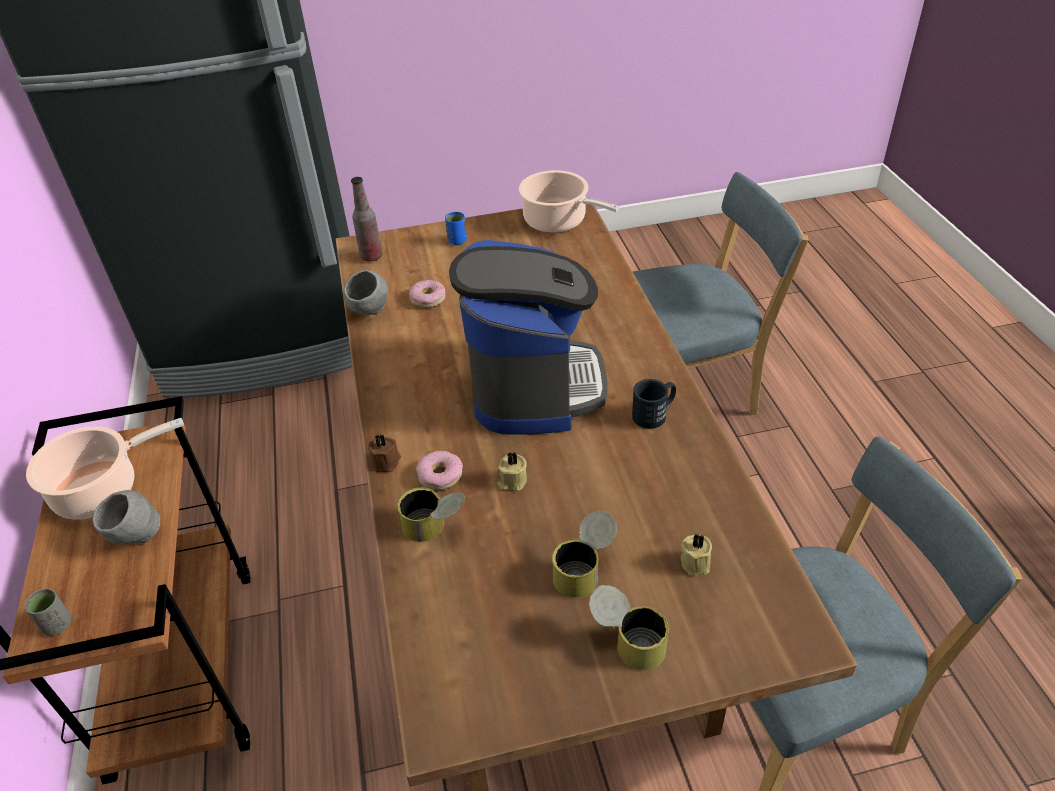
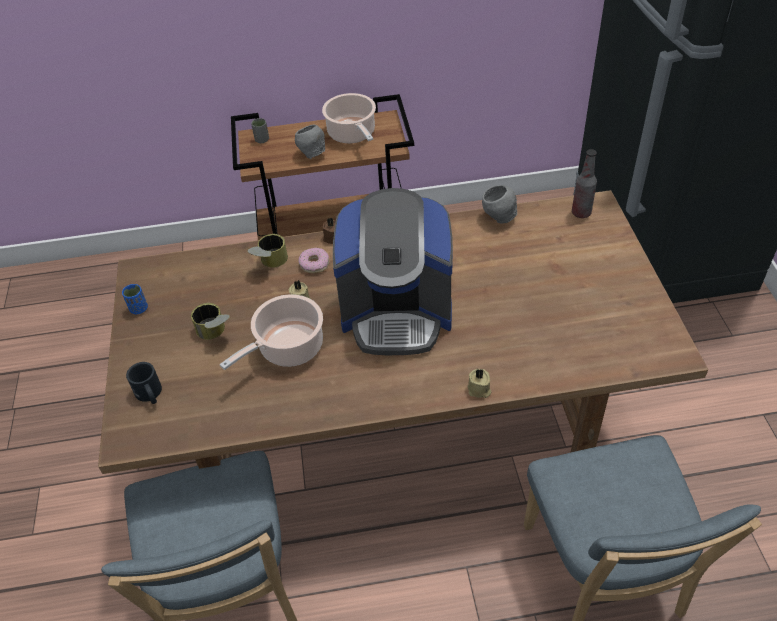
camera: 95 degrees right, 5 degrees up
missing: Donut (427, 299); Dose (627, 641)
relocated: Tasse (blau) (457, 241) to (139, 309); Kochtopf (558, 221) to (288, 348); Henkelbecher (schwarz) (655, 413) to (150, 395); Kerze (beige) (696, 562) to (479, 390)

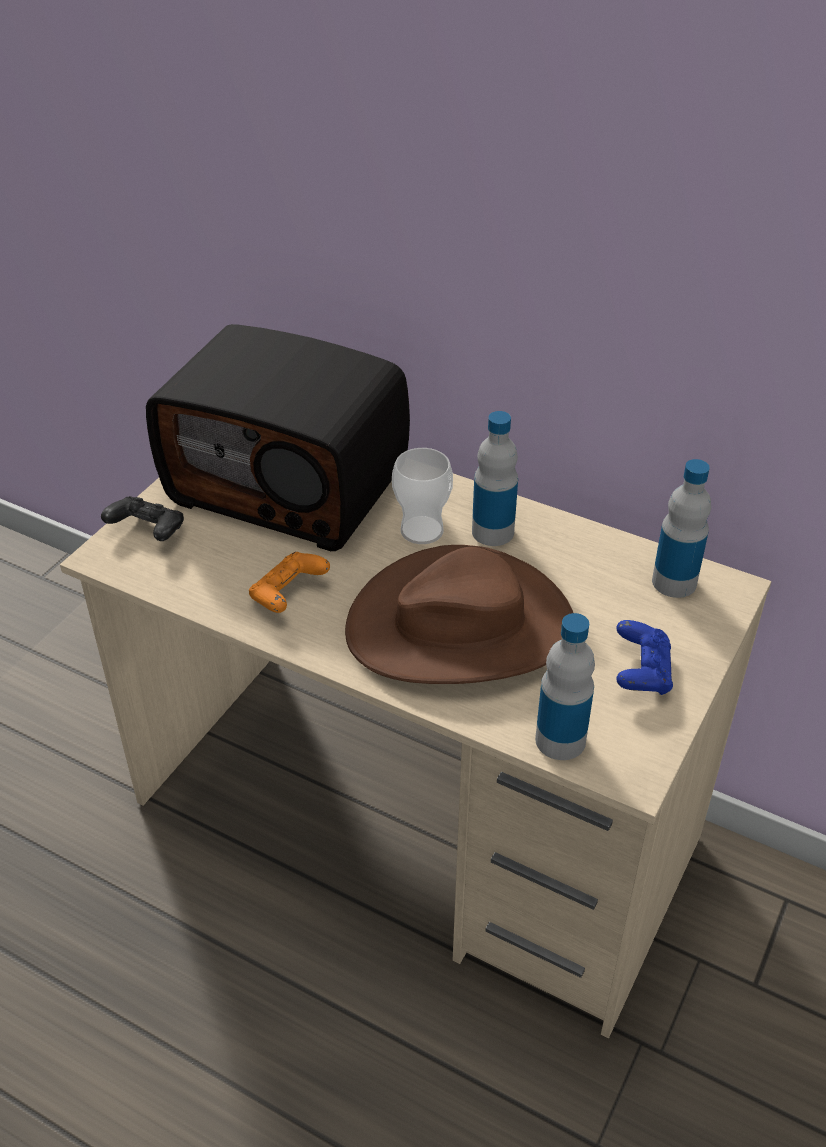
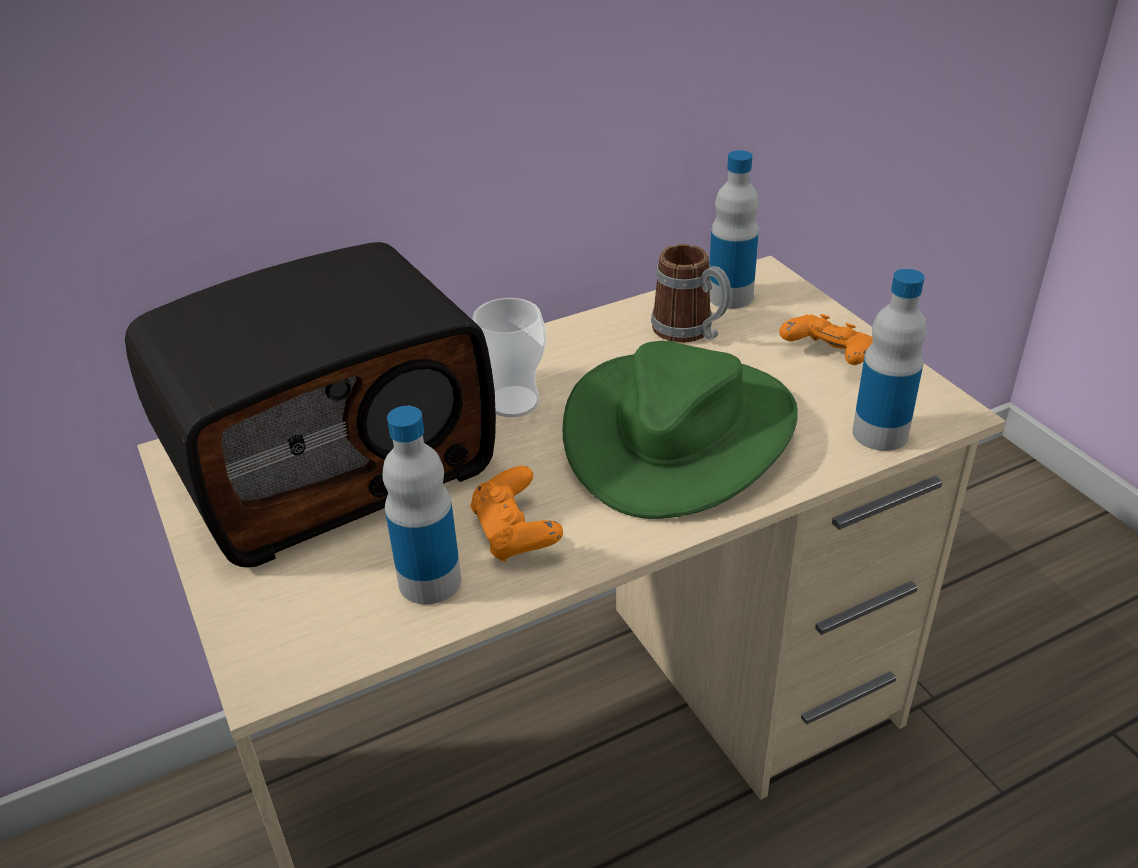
camera: 55 degrees left, 5 degrees down
missing: Gamepad (schwarz) (148, 532)
appeared: Henkelbecher (691, 332)
relocated: Flasche (493, 532) to (430, 581)
colour: Hut (braun) (460, 626) to Hut (grün) (678, 432); Gamepad (blau) (641, 672) to Gamepad (orange) (827, 357)

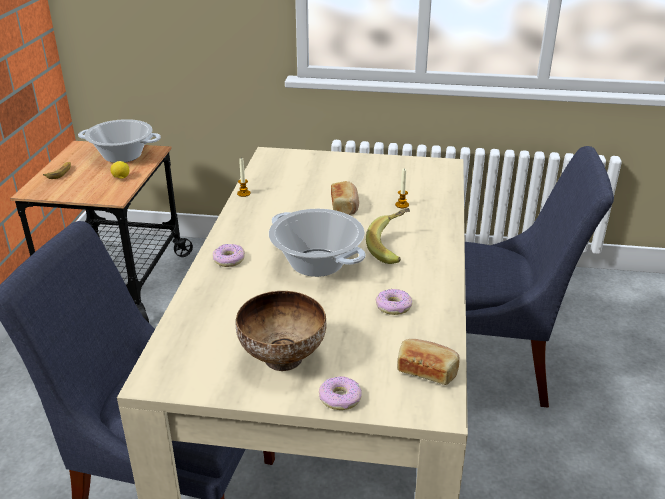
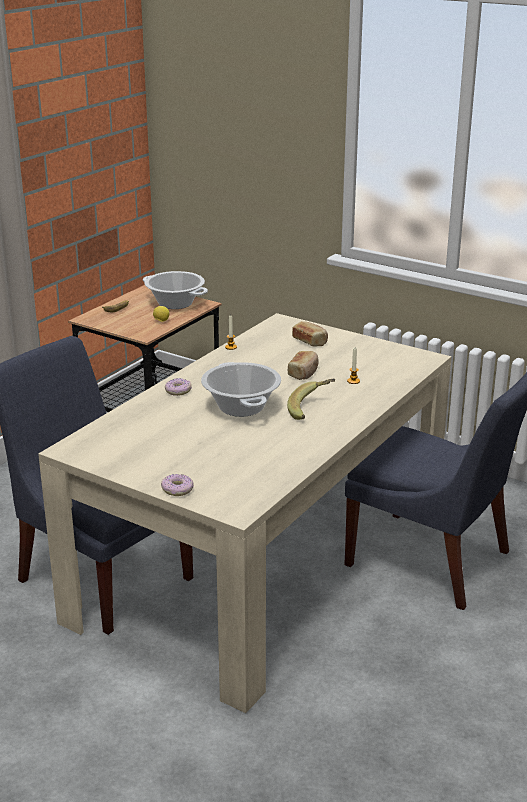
camera: 25 degrees right, 5 degrees down
missing: Schüssel (281, 358); Donut (393, 306)
relocated: Brot (427, 370) to (310, 341)

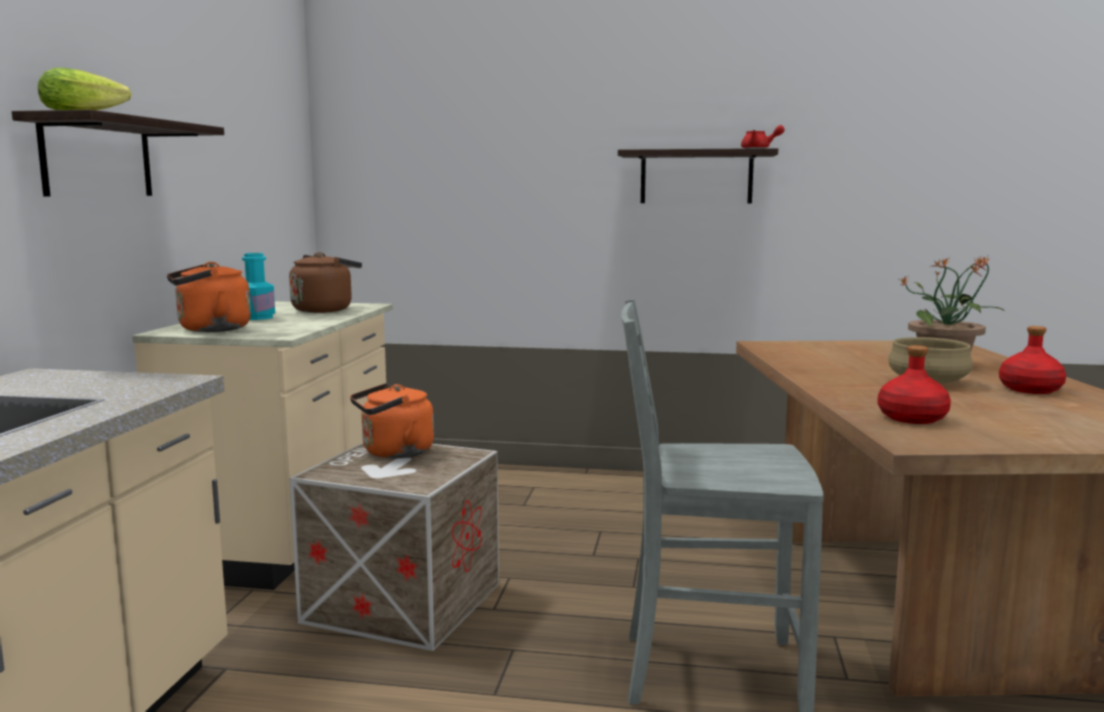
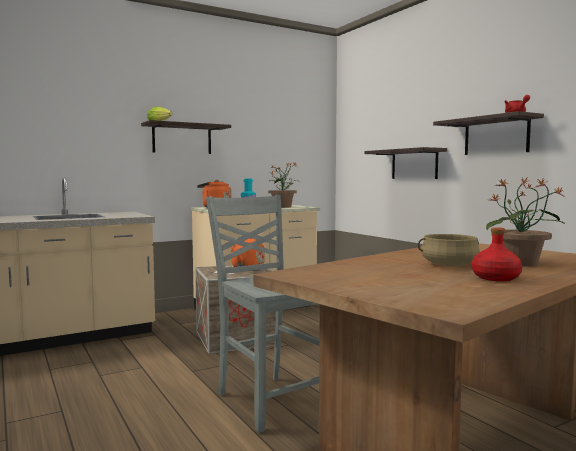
camera: 50 degrees right, 5 degrees down
missing: Flasche (rot) (911, 418)
appeared: Wandregal (414, 164)
exchanged: Wasserkessel (braun) (325, 310) to Topfpflanze (282, 207)

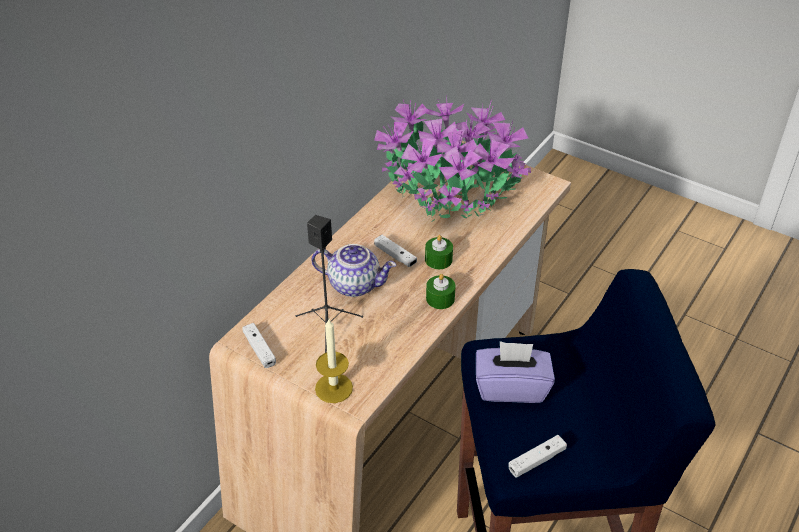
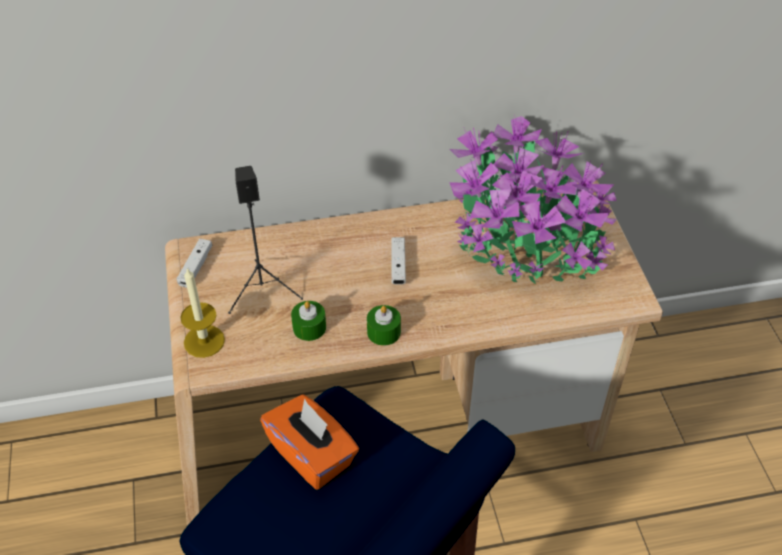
camera: 45 degrees right, 5 degrees up
missing: Teekanne (355, 284); Gamepad (weiß) (536, 460)
relocated: Kerze (grün) (438, 259) to (309, 327)
colour: Taschentuchbox (lila) (511, 387) to Taschentuchbox (orange) (312, 455)

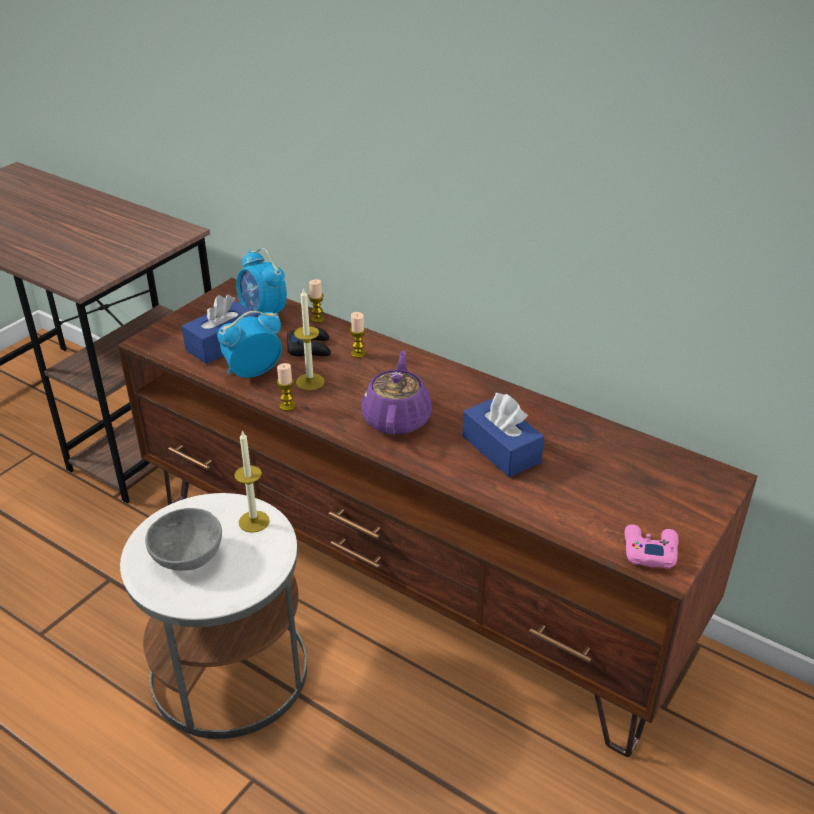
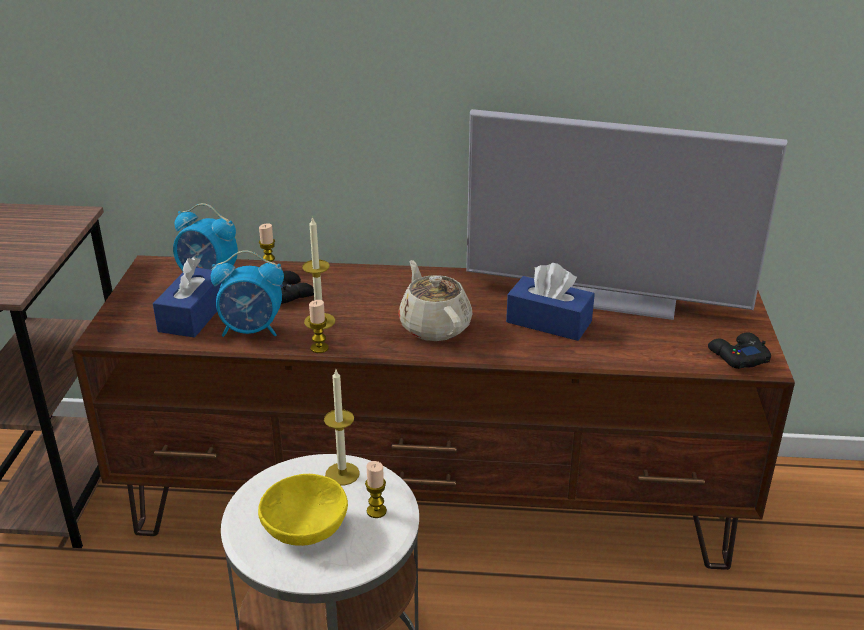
camera: 30 degrees left, 5 degrees down
appeared: Fernseher (605, 297)
relocated: Kerze (358, 353) to (376, 511)
colour: Schüssel (grau) (187, 557) to Schüssel (gelb) (305, 531); Teekanne (lila) (397, 418) to Teekanne (beige) (434, 326); Gamepad (rosa) (649, 550) to Gamepad (schwarz) (737, 356)
spun: Wecker (252, 372) = (252, 330) 120 degrees counterclockwise

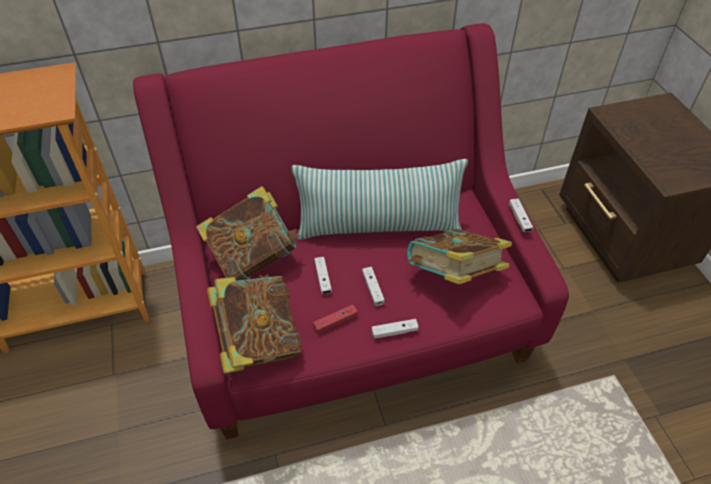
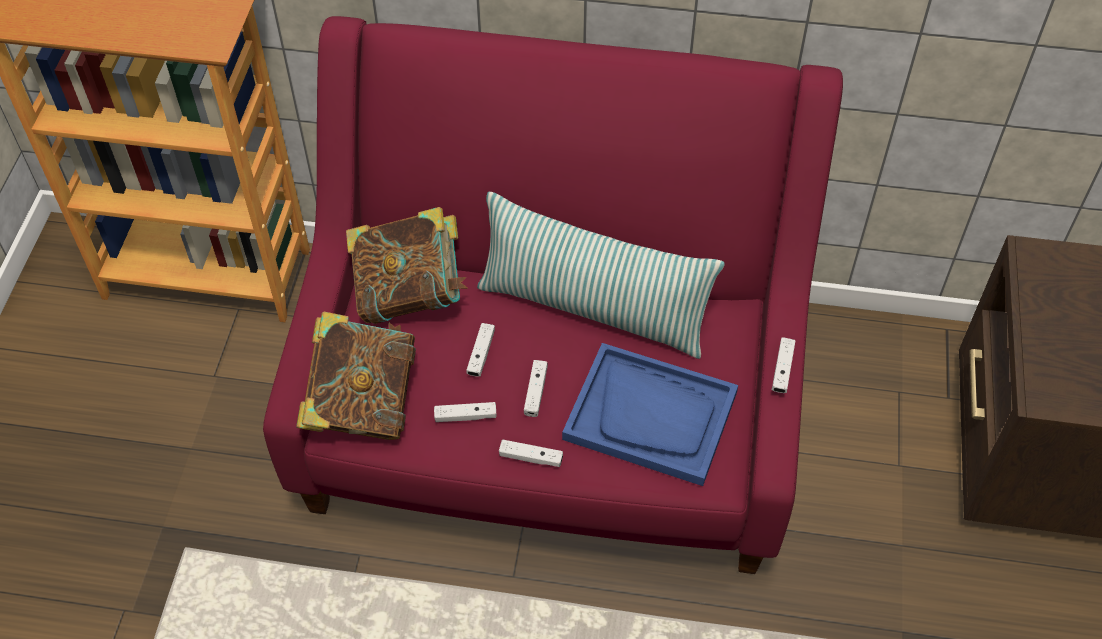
camera: 25 degrees right, 5 degrees up
exchanged: Buch (454, 276) to Tablett (blau) (651, 416)
colour: Gamepad (rot) (335, 322) to Gamepad (weiß) (465, 416)

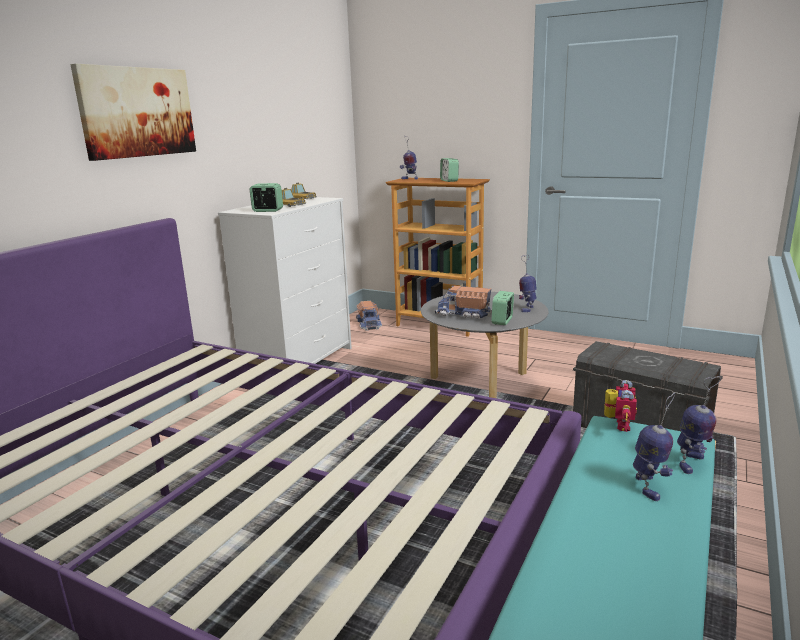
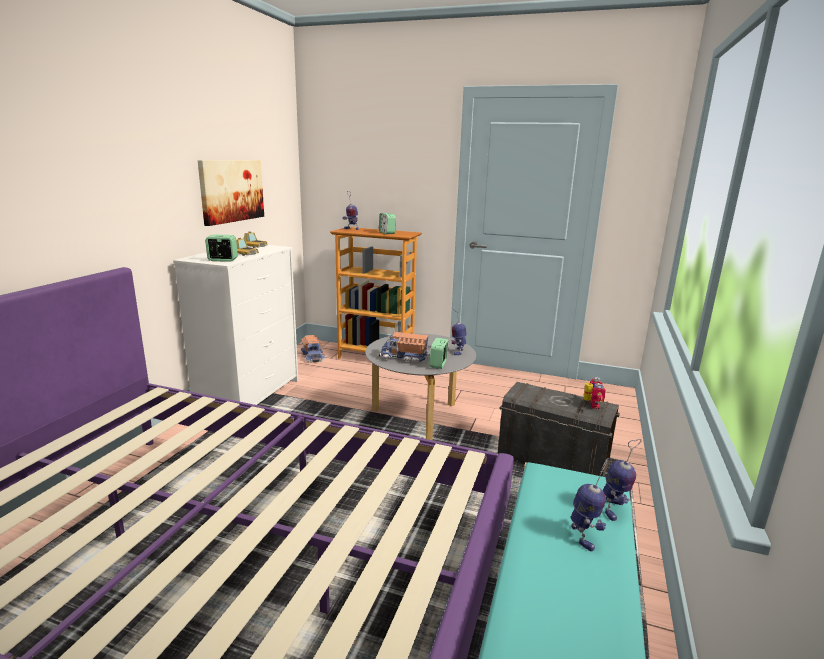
camera: 10 degrees left, 0 degrees up
relocated: Bild (137, 112) to (231, 191); Spielzeugroboter (618, 425) to (591, 405)

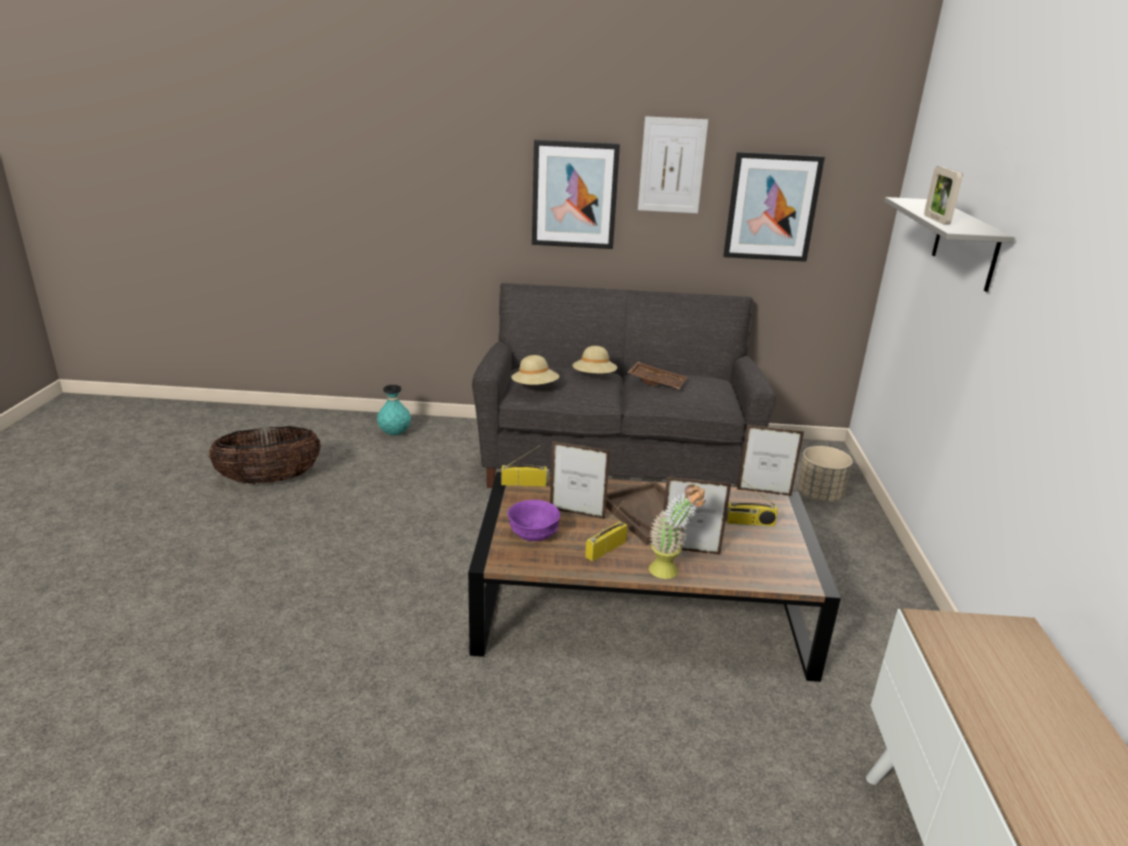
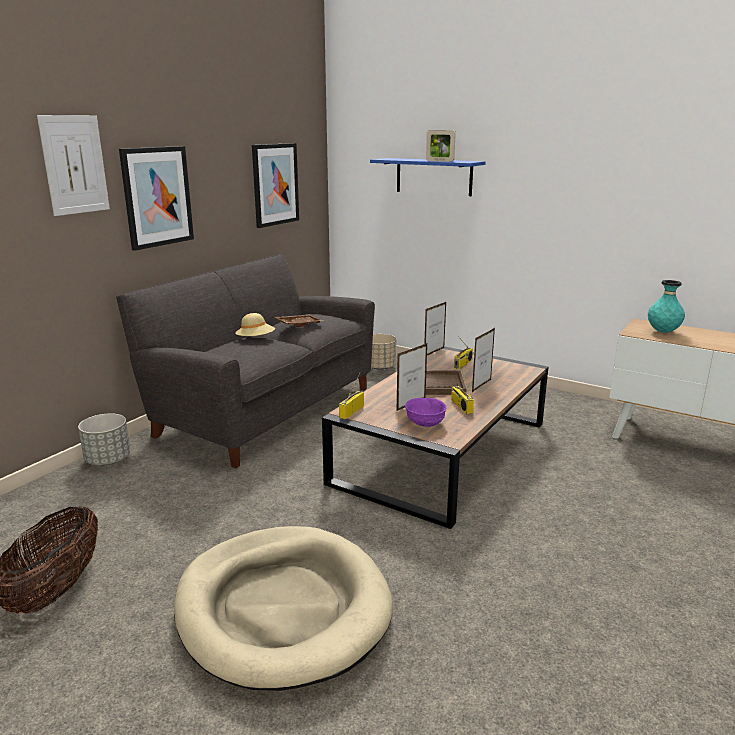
camera: 60 degrees left, 5 degrees down
missing: Hut (beige) (535, 387); Topfpflanze (670, 573)
appeared: Pflanzkübel (grau) (108, 460); Hundebett (beige) (282, 608)
relocated: Vase (türkis) (395, 434) to (663, 332); Bild (672, 165) to (74, 165)
colour: Wandregal (grau) (965, 244) to Wandregal (blau) (434, 176)

